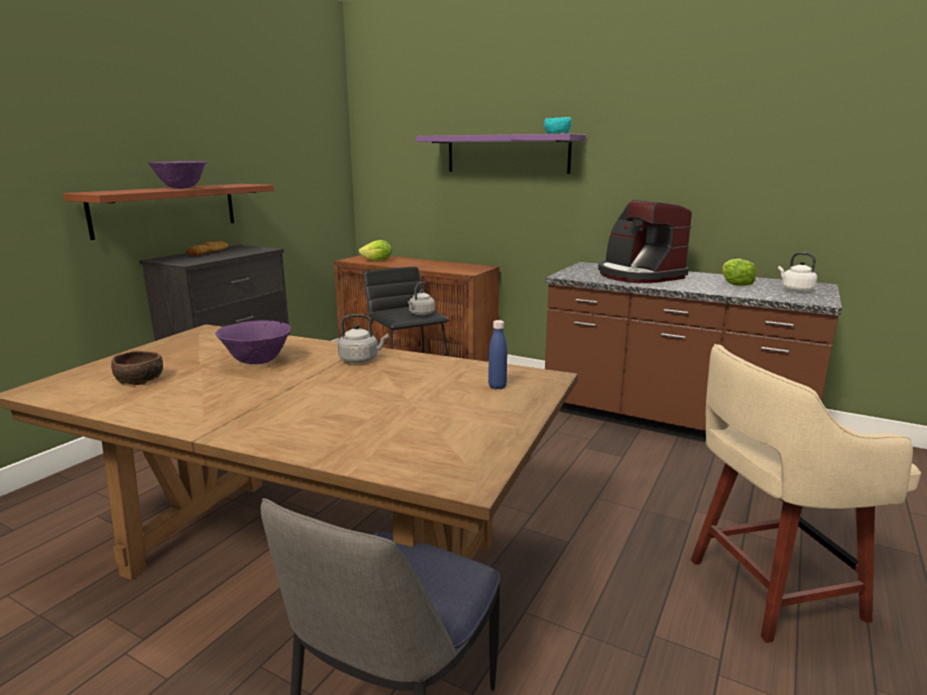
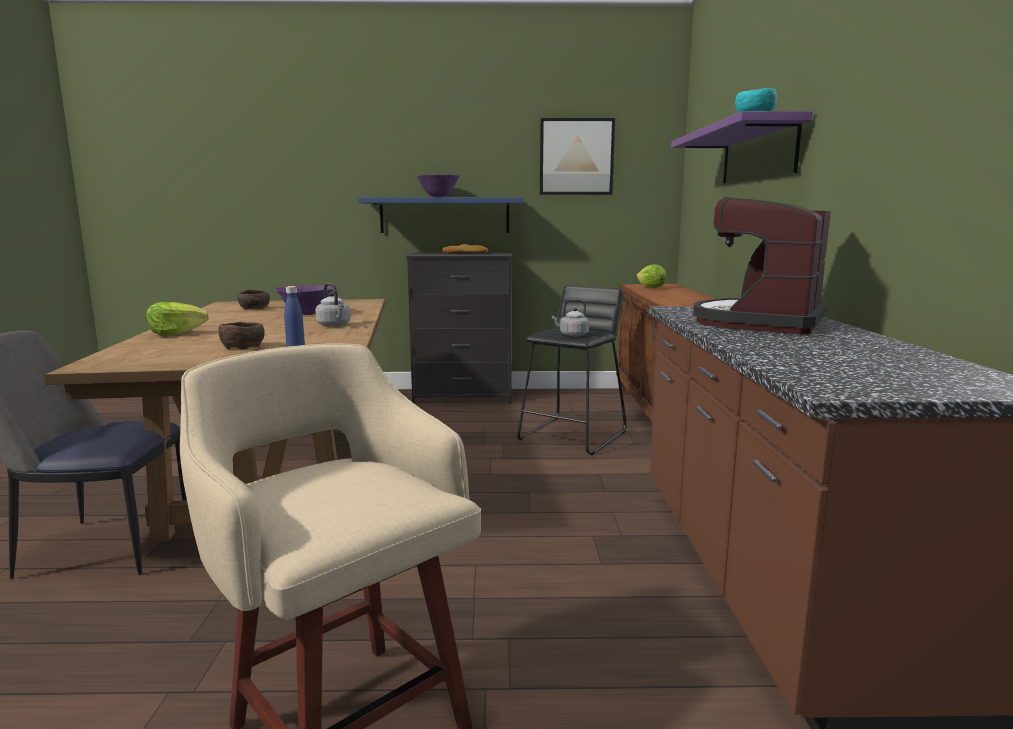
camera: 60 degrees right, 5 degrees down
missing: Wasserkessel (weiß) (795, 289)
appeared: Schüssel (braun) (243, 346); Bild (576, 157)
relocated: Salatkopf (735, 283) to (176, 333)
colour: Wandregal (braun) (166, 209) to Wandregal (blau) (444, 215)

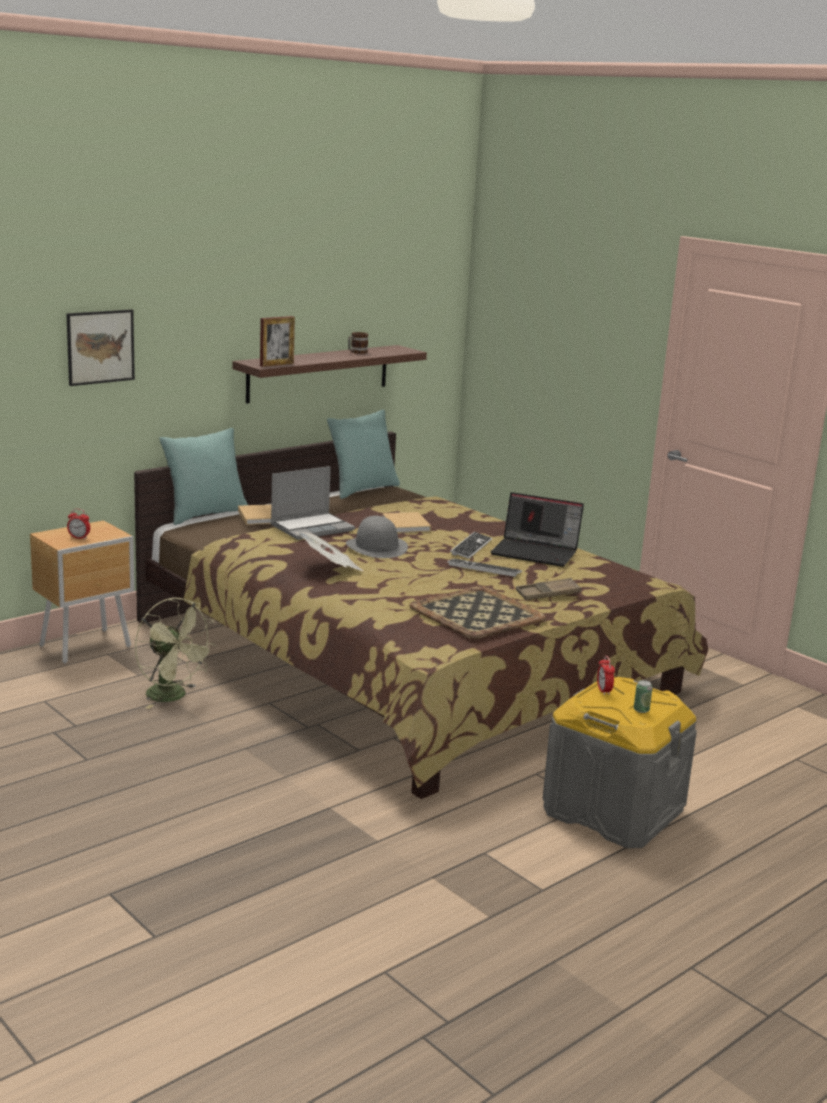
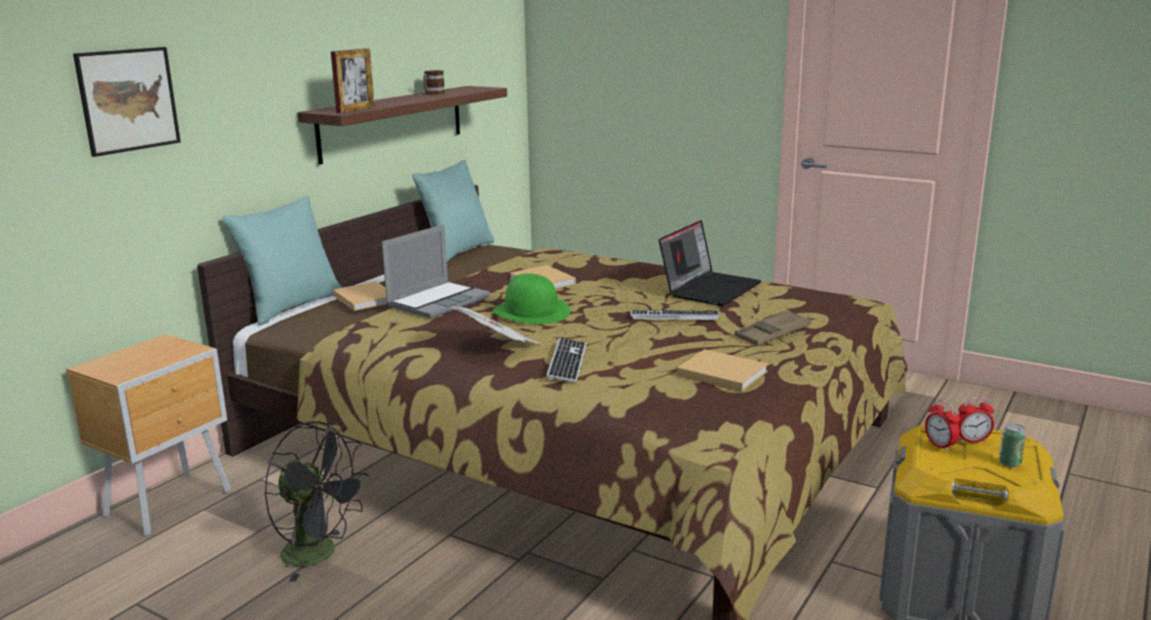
camera: 15 degrees left, 0 degrees up
relocated: Wecker (79, 538) to (972, 441); Tastatur (471, 547) to (567, 362)
exchanged: Tablett (476, 613) to Buch (beige) (719, 373)
colour: Ventilator (grün) (173, 697) to Ventilator (schwarz) (320, 554); Hut (grau) (377, 547) to Hut (grün) (532, 311)
spun: Laptop (536, 552) = (709, 288) 60 degrees counterclockwise

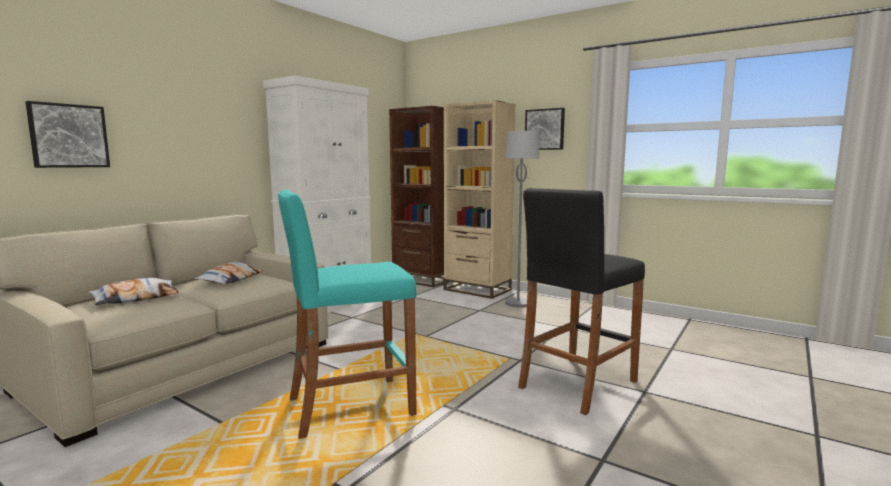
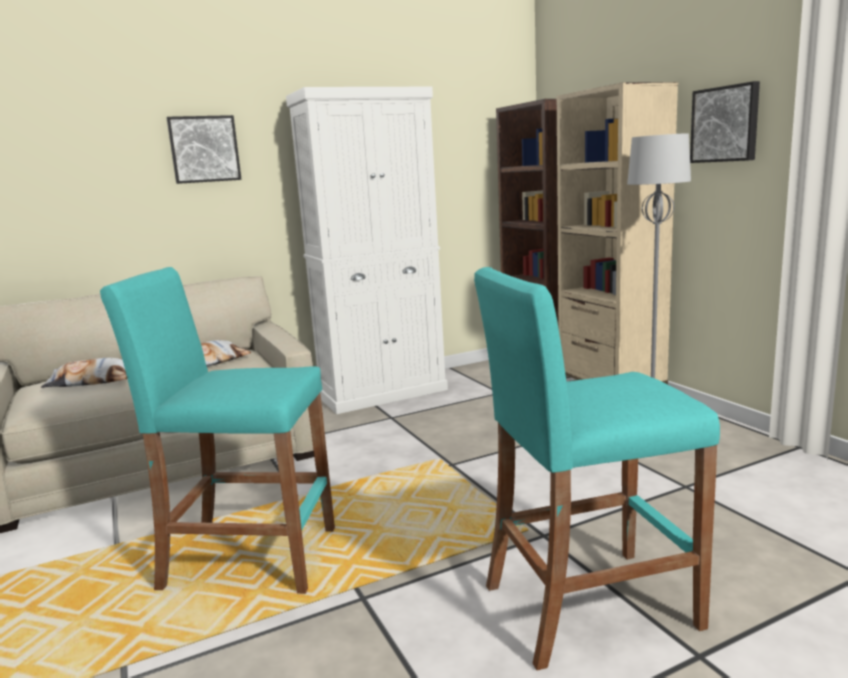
camera: 30 degrees right, 5 degrees up
relocated: Bild (68, 136) to (204, 149)
colour: Hocker (schwarz) (577, 384) to Hocker (türkis) (588, 605)

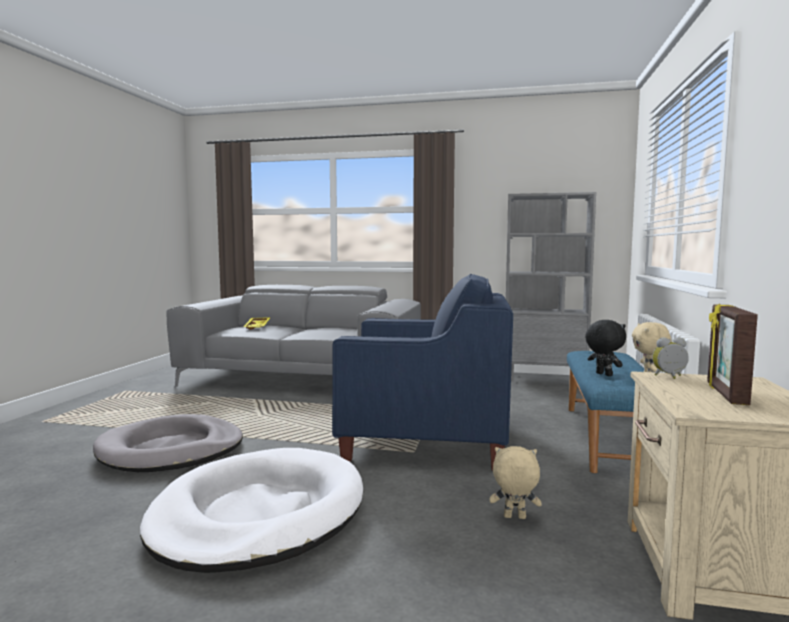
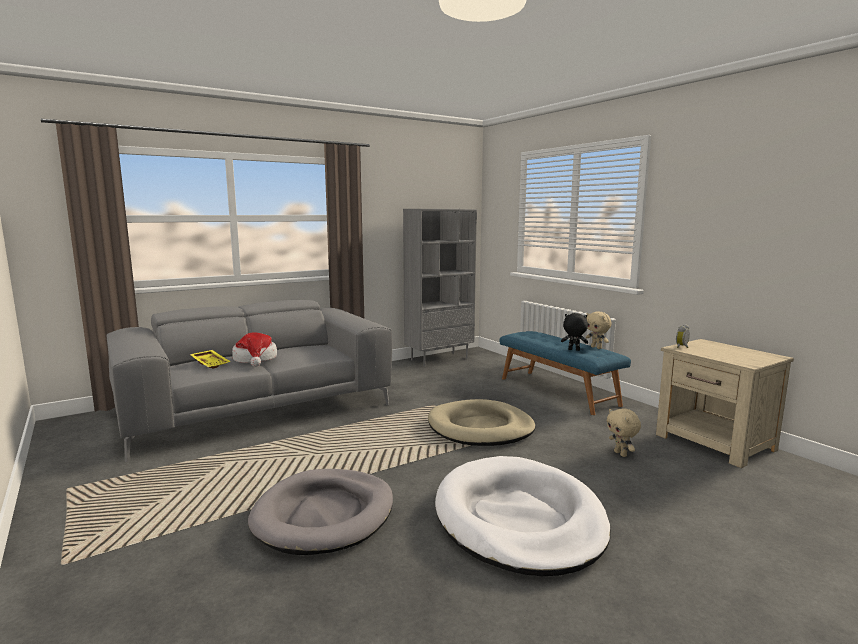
camera: 45 degrees left, 5 degrees up
missing: Bilderrahmen (725, 394)
appeared: Hut (255, 359)
exchanged: Sessel (blau) (425, 440) to Hundebett (beige) (480, 428)
spun: Plüschtier (beige) (514, 518) = (621, 454) 75 degrees counterclockwise

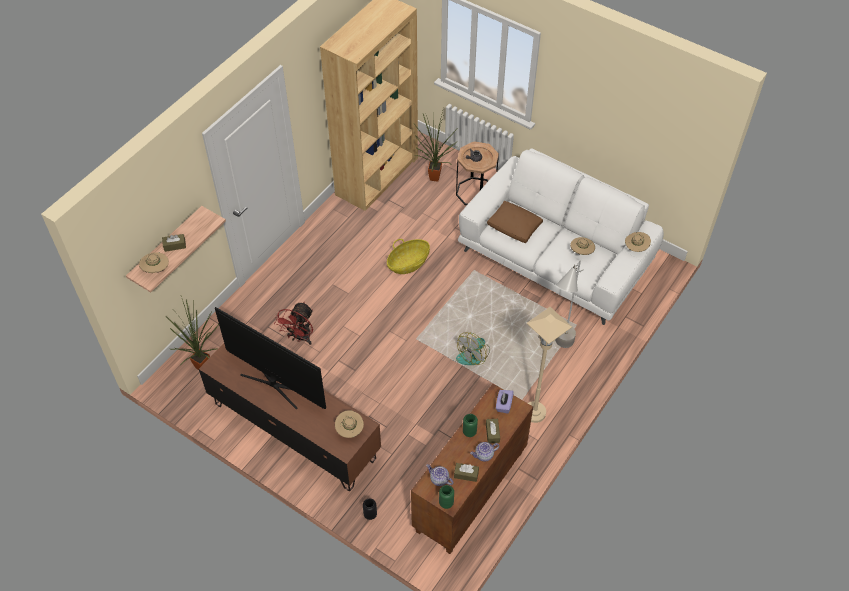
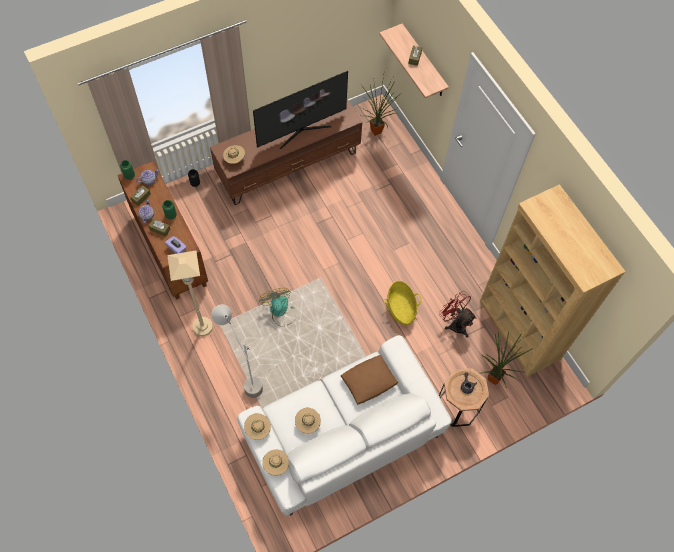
camera: 115 degrees right, 10 degrees up
relocated: Hut (beige) (156, 269) to (258, 429); Ventilator (rot) (300, 338) to (455, 323)

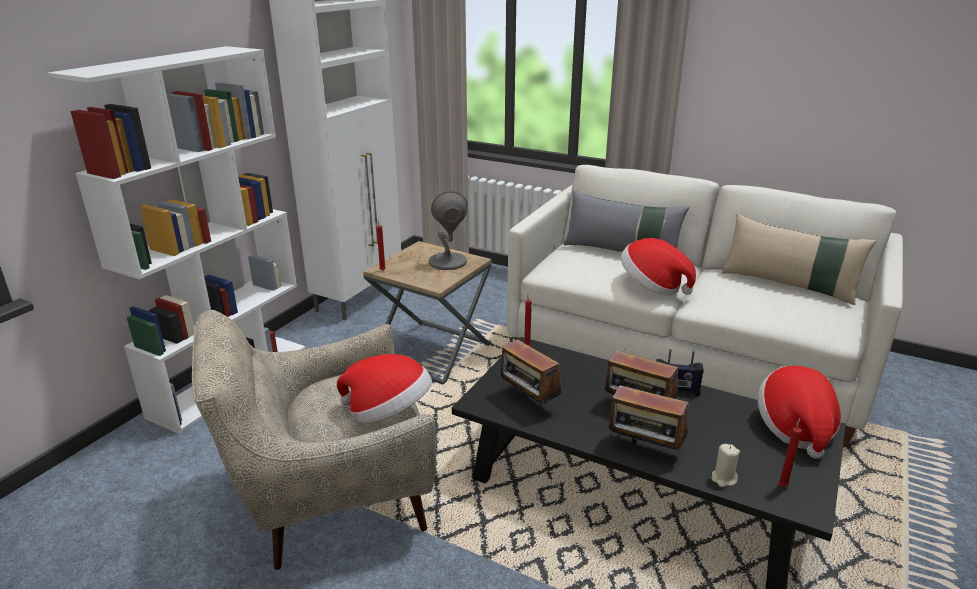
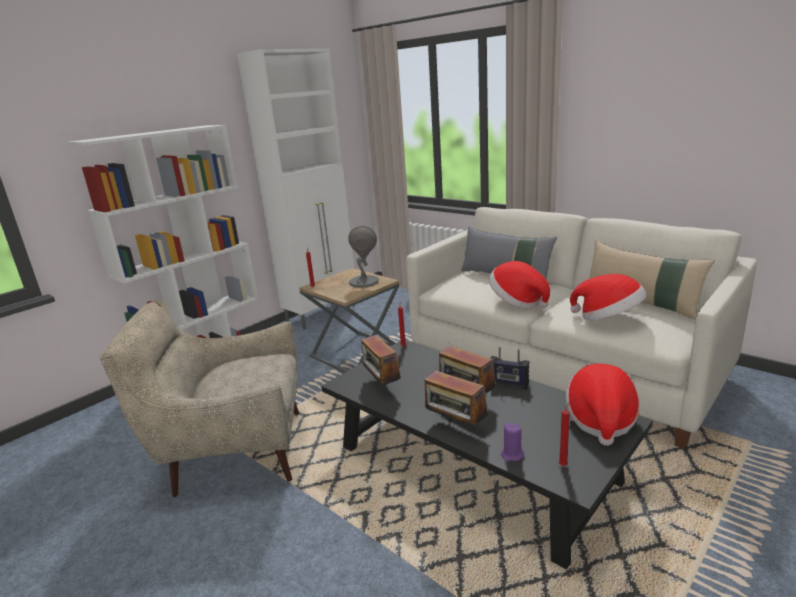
camera: 15 degrees right, 5 degrees down
relocated: Hut (388, 413) to (608, 318)
colour: Kerze (beige) (723, 479) to Kerze (lila) (512, 455)

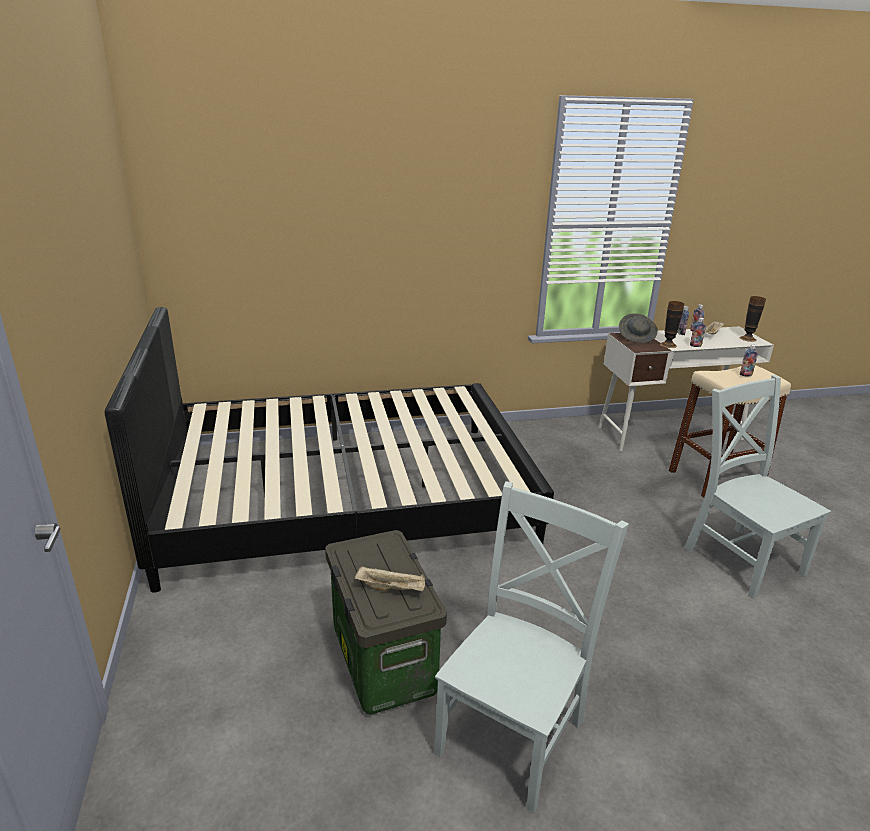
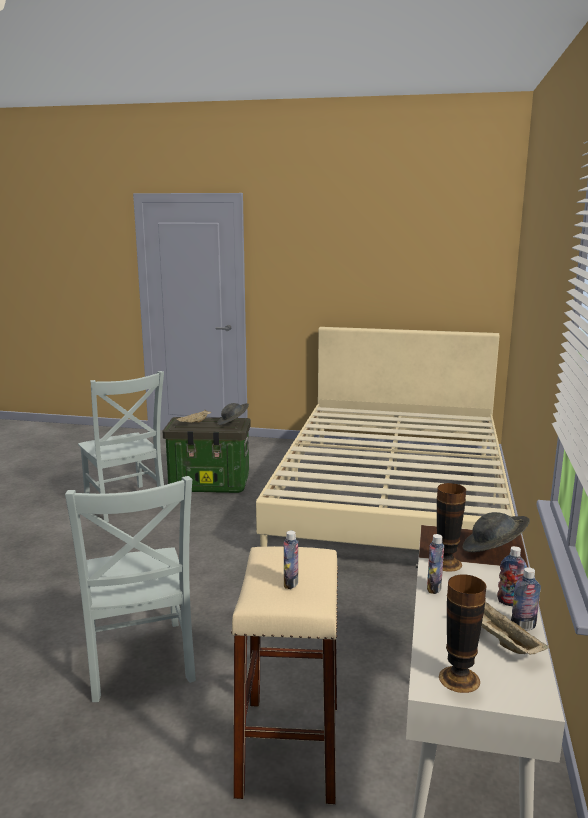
camera: 115 degrees right, 10 degrees down
appeared: Hut (grau) (233, 423)
colour: Bett (schwarz) (344, 495) to Bett (beige) (393, 497)
spun: Stuhl (grau) (740, 558) = (139, 663) 75 degrees clockwise

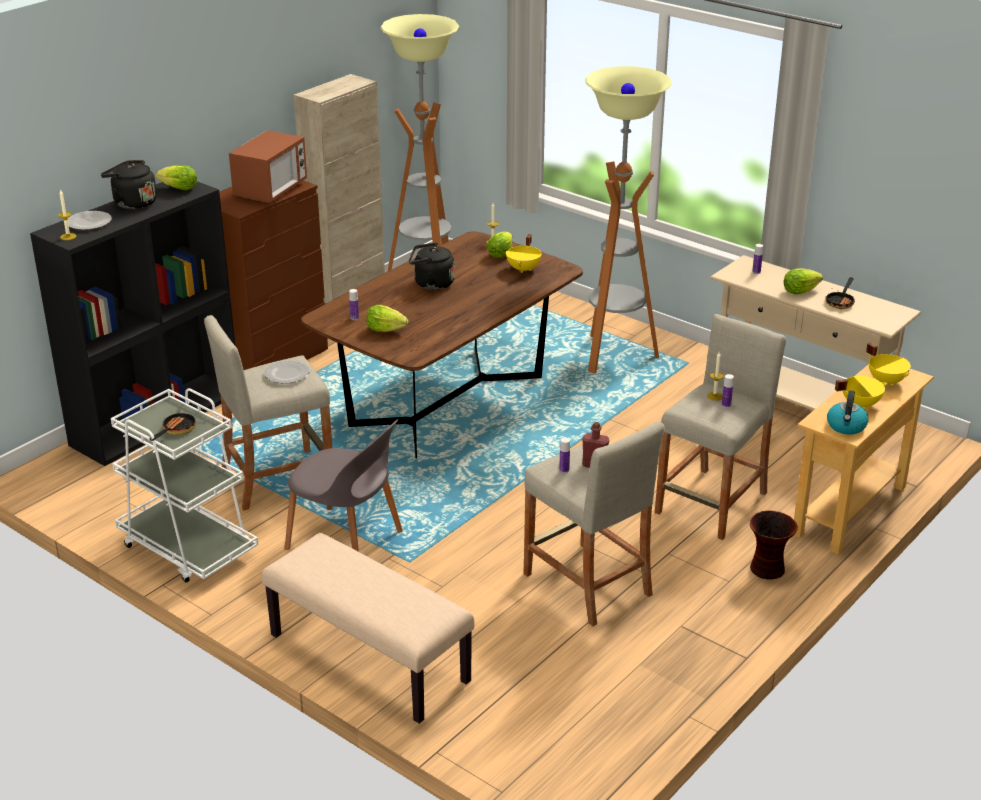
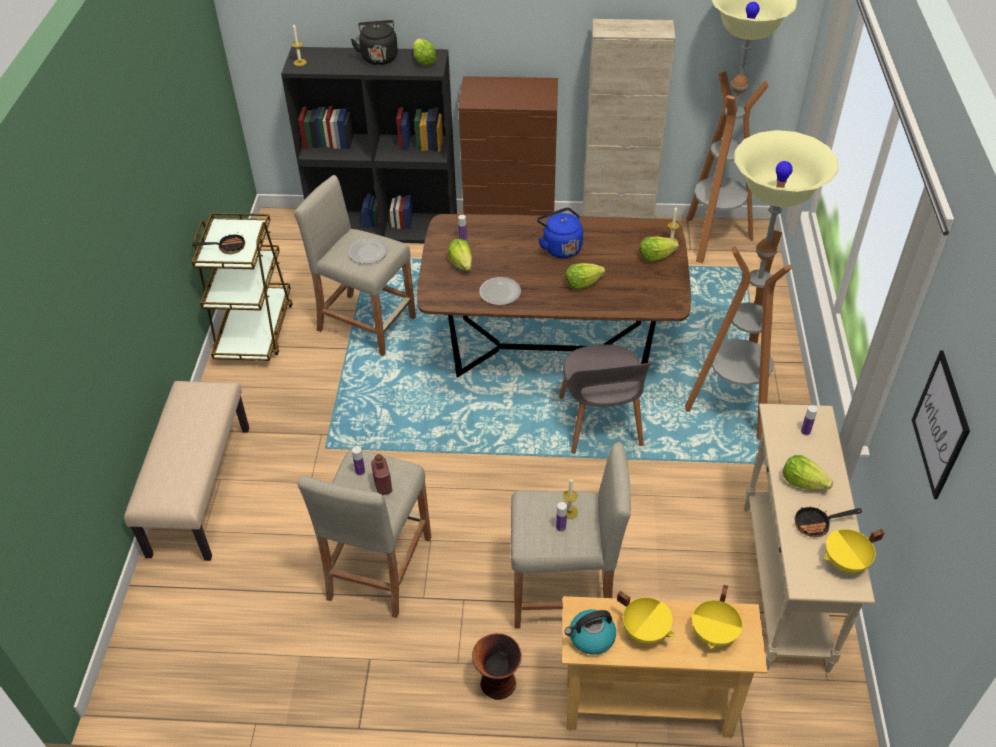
camera: 55 degrees right, 15 degrees up
missing: Mikrowelle (271, 190)
appeared: Salatkopf (582, 283); Bild (940, 425)
relocated: Teller (89, 222) to (500, 293); Stuhl (grau) (347, 542) to (600, 423); Kochtopf (gelb) (524, 269) to (846, 563)
colour: Rollwagen (weiß) (187, 547) to Rollwagen (braun) (255, 330); Wasserkessel (schwarz) (431, 284) to Wasserkessel (blau) (560, 247)

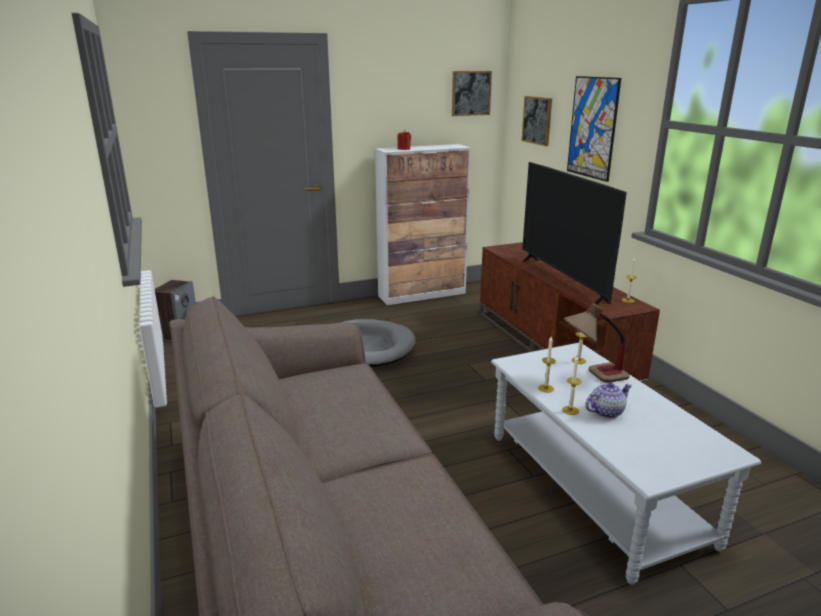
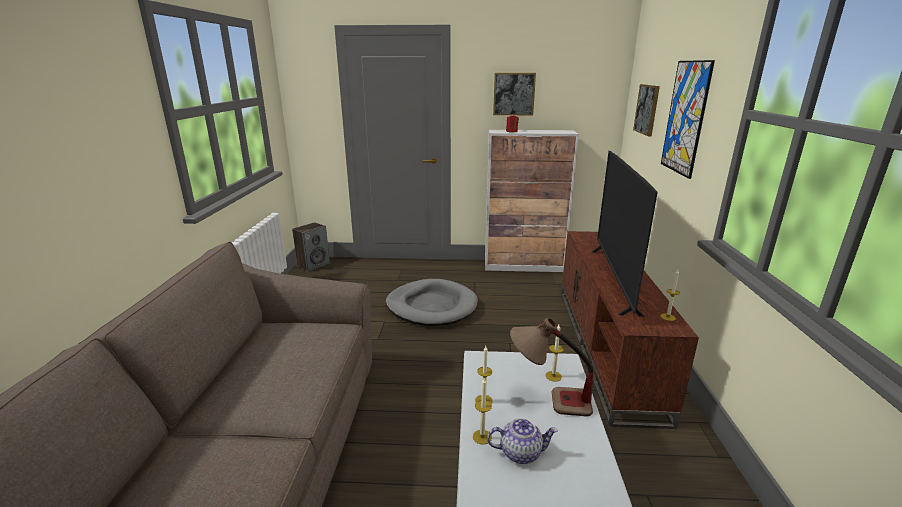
camera: 25 degrees right, 0 degrees up
relocated: Bild (471, 93) to (514, 94)

